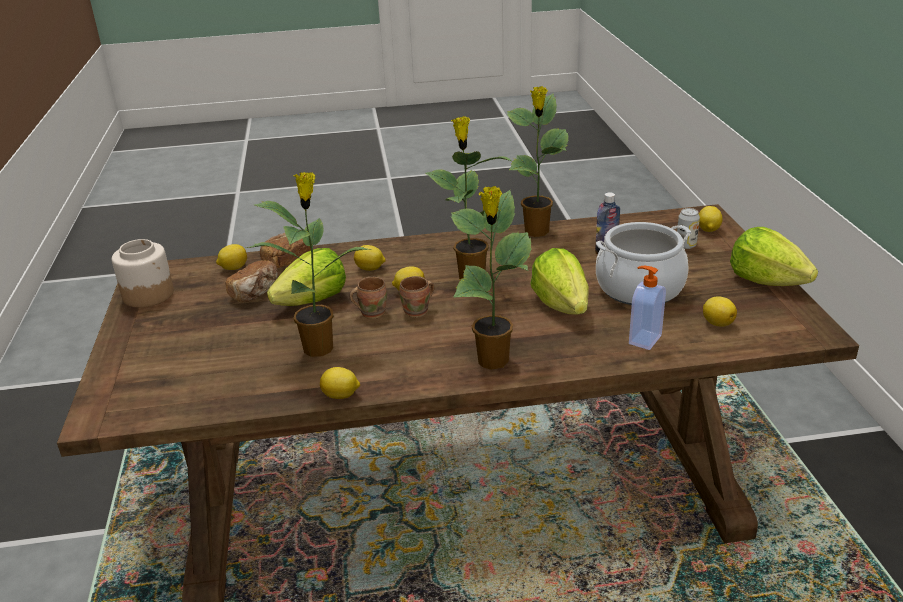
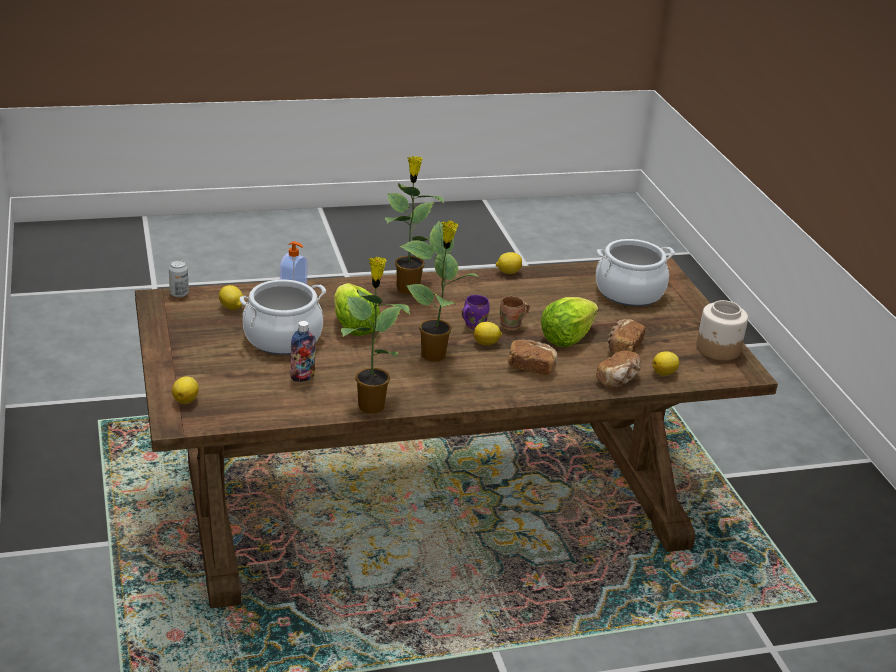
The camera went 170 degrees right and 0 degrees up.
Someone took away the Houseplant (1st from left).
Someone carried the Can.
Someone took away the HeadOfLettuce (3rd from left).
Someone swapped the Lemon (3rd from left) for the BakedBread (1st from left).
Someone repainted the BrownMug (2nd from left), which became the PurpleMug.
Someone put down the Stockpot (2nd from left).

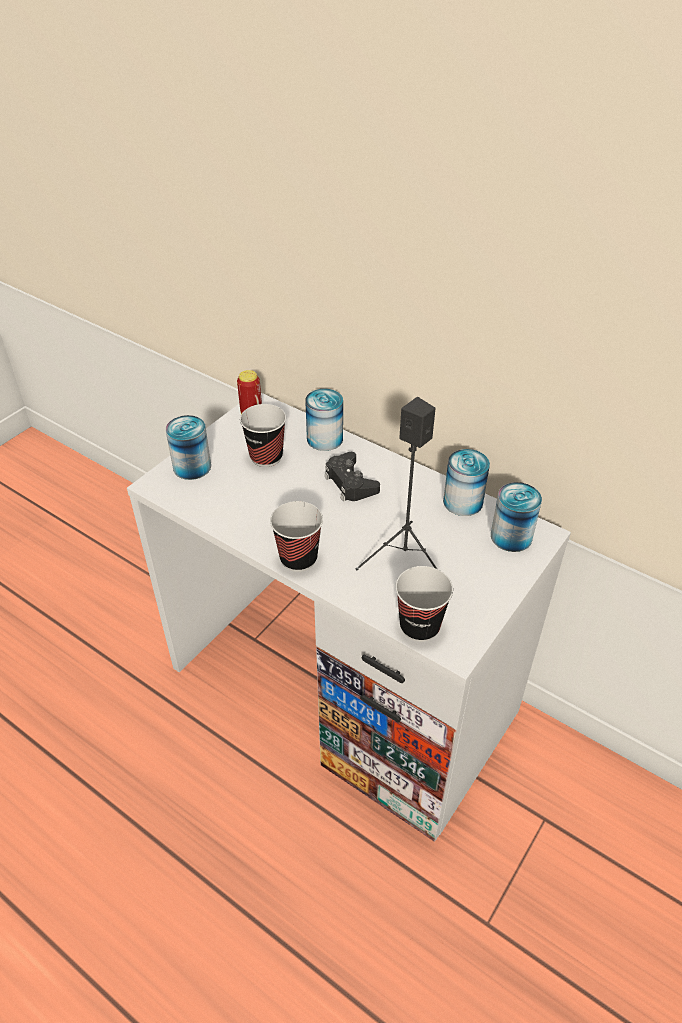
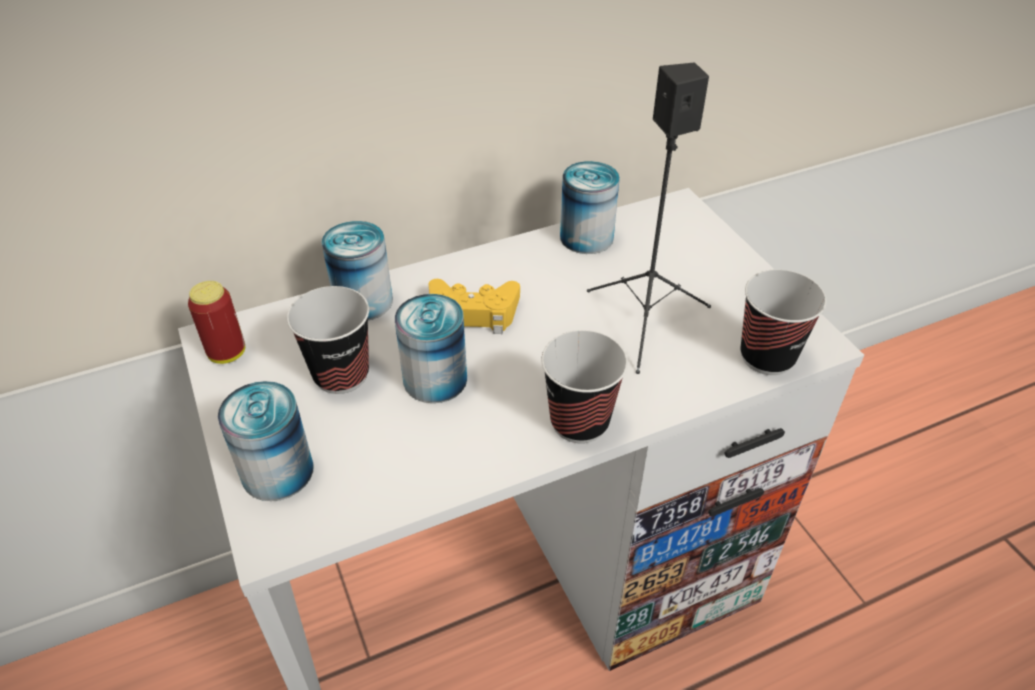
The camera went 60 degrees left and 0 degrees up.
Someone repainted the BlackishJoypad, which became the YellowishJoypad.
Someone carried the Can (5th from left in the first image).

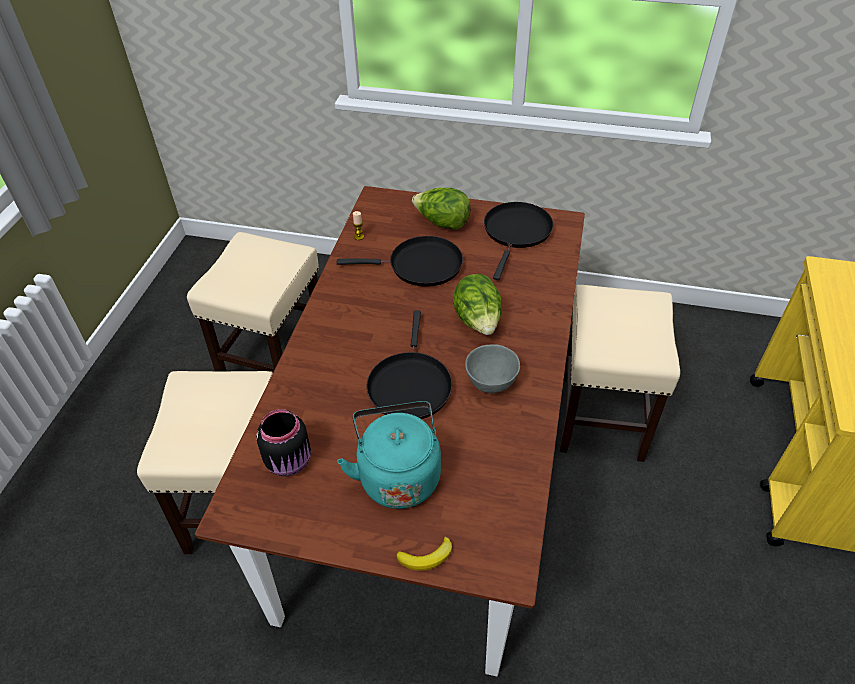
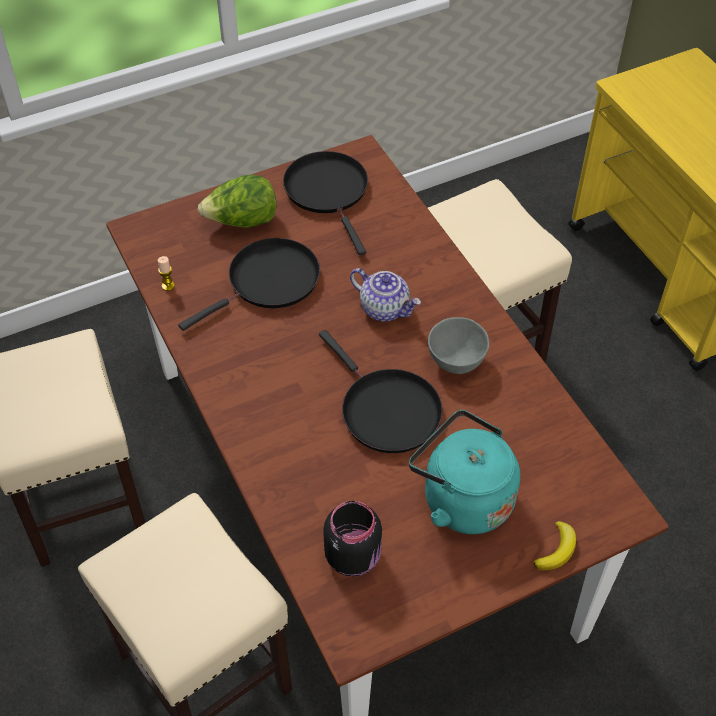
The camera went 40 degrees left and 5 degrees up.
Someone swapped the HeadOfLettuce (2nd from left) for the Teapot.

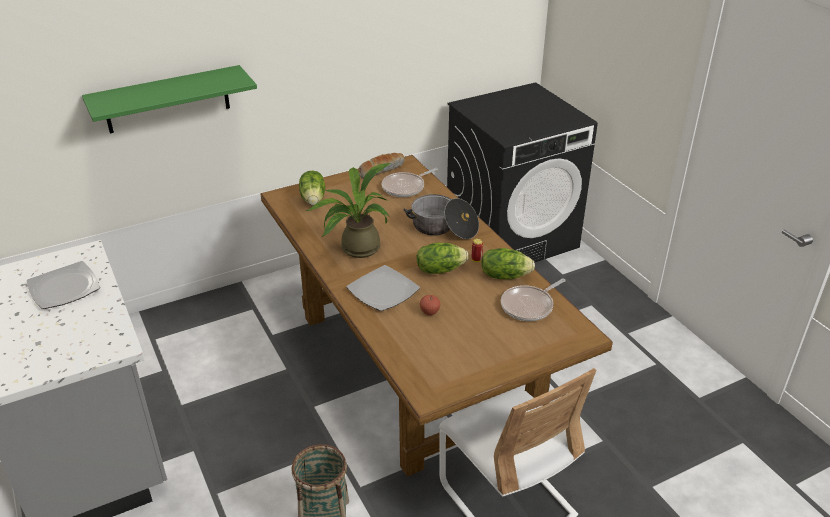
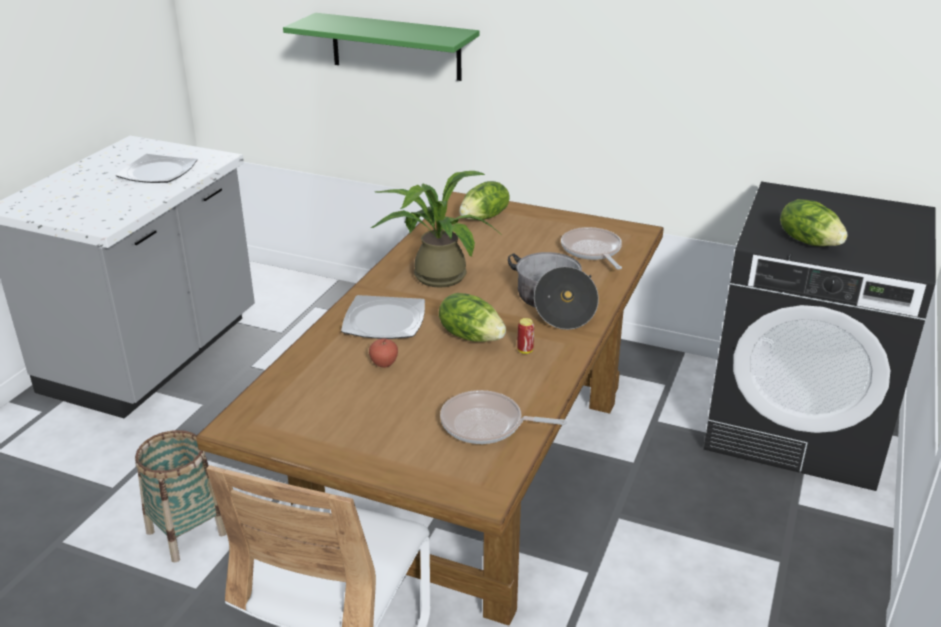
The camera went 50 degrees right and 5 degrees down.
Someone took away the BakedBread.
Someone rotated the Skillet (1st from left in the first image) by 60 degrees clockwise.
Someone carried the HeadOfLettuce (3rd from left).

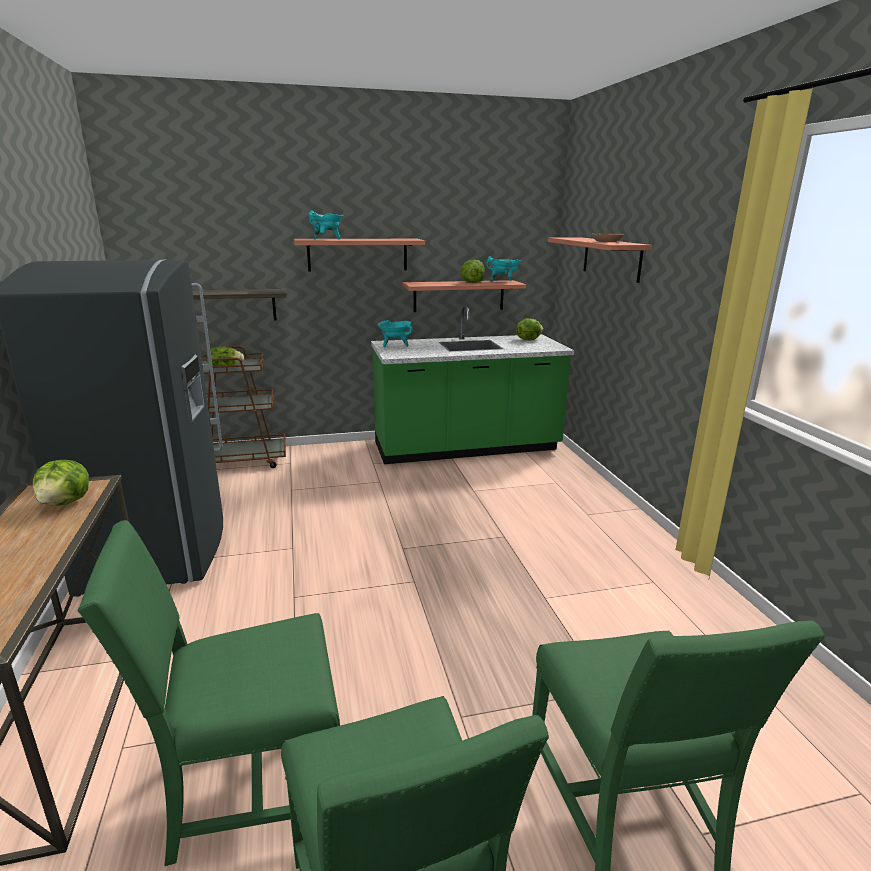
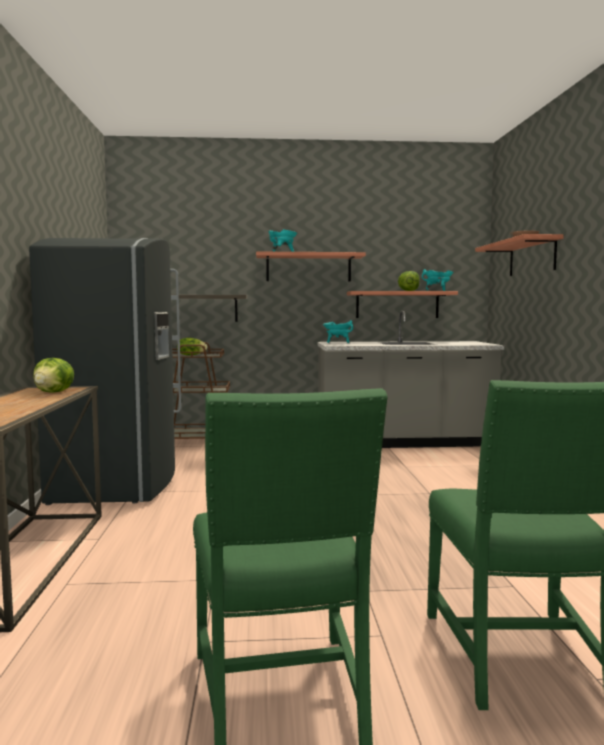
The camera went 10 degrees right and 15 degrees down.
Someone repainted the GreenColouredKitchenCounter, which became the GreyKitchenCounter.
Someone took away the HeadOfLettuce (4th from left).
Someone took away the GreenColouredPlainChair (1st from left).

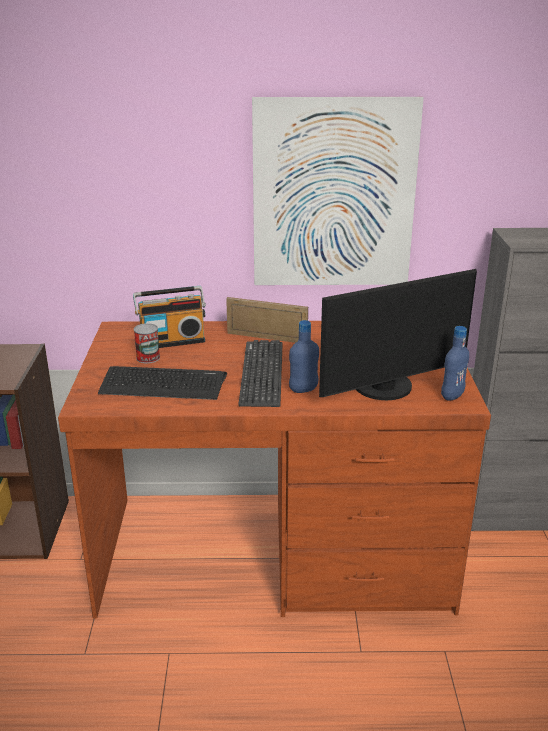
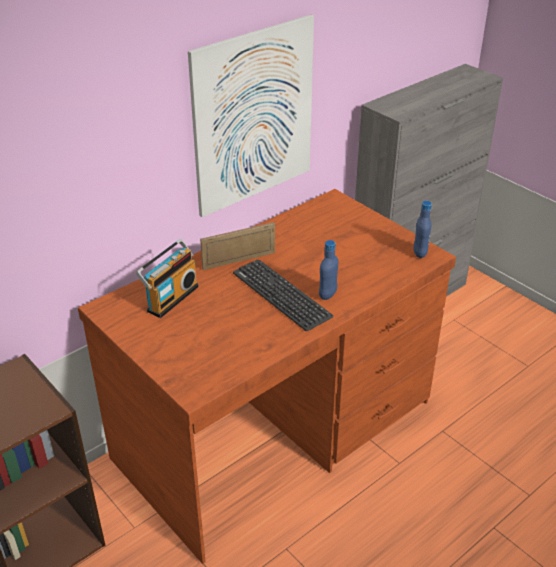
The camera went 40 degrees left and 10 degrees up.
Someone took away the ComputerScreen.
Someone took away the Can.
Someone took away the Keyboard (1st from left).

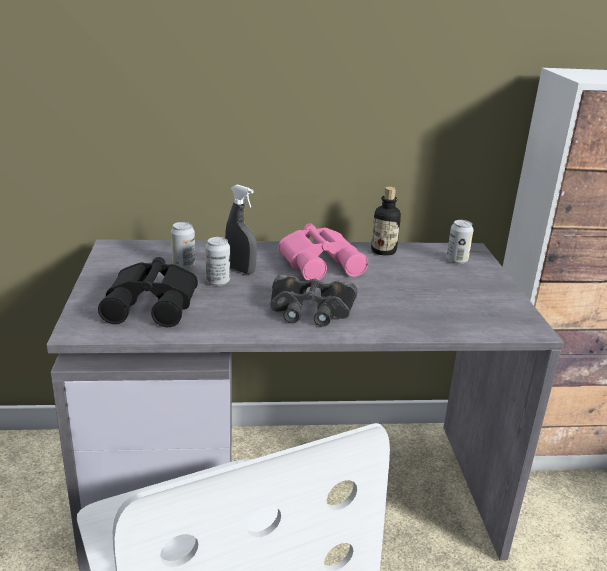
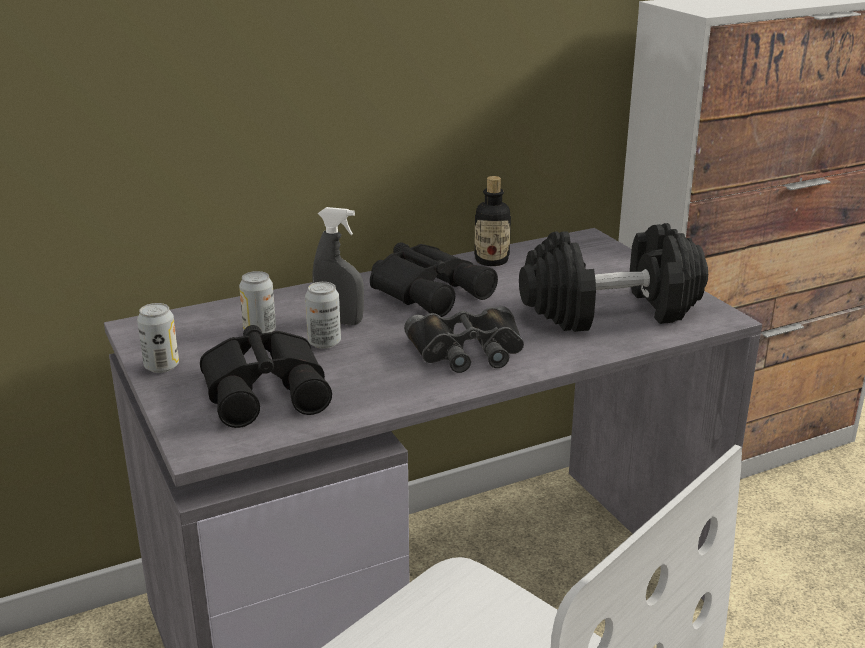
The camera went 20 degrees left and 0 degrees up.
Someone carried the Can (3rd from left in the first image).
Someone repainted the PinkishBinoculars, which became the BlackishBinoculars (2nd from left).
Someone put down the BlackishHandWeight.

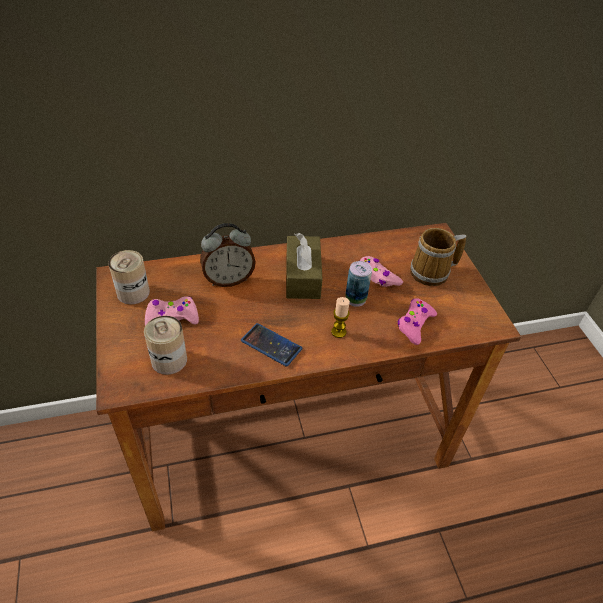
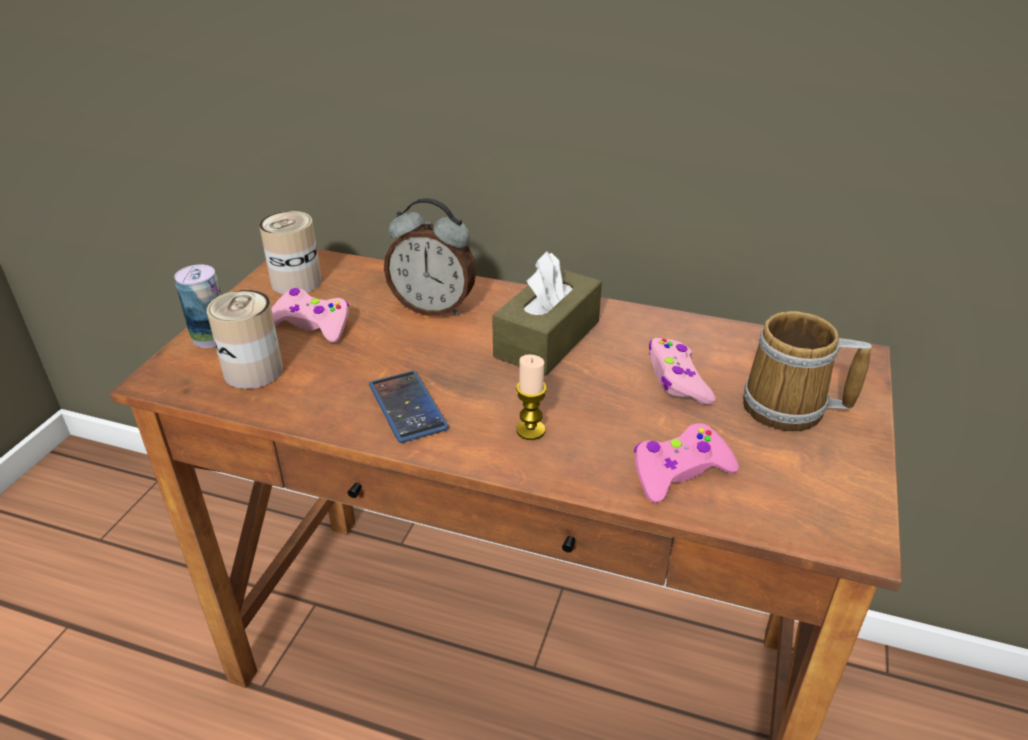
The camera went 35 degrees right and 10 degrees down.
Someone carried the Can (3rd from left in the first image).

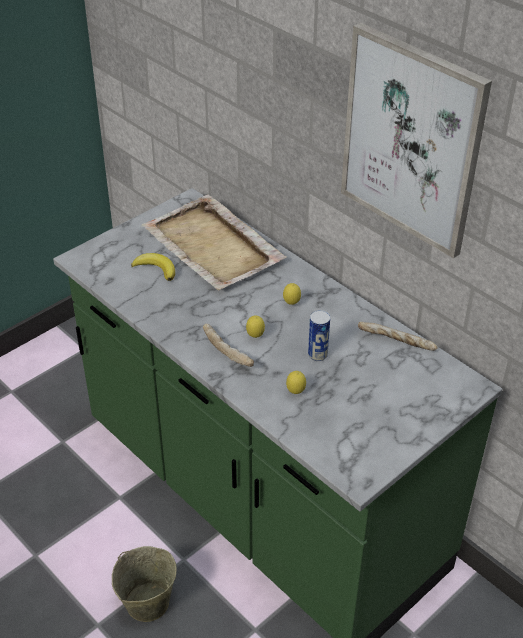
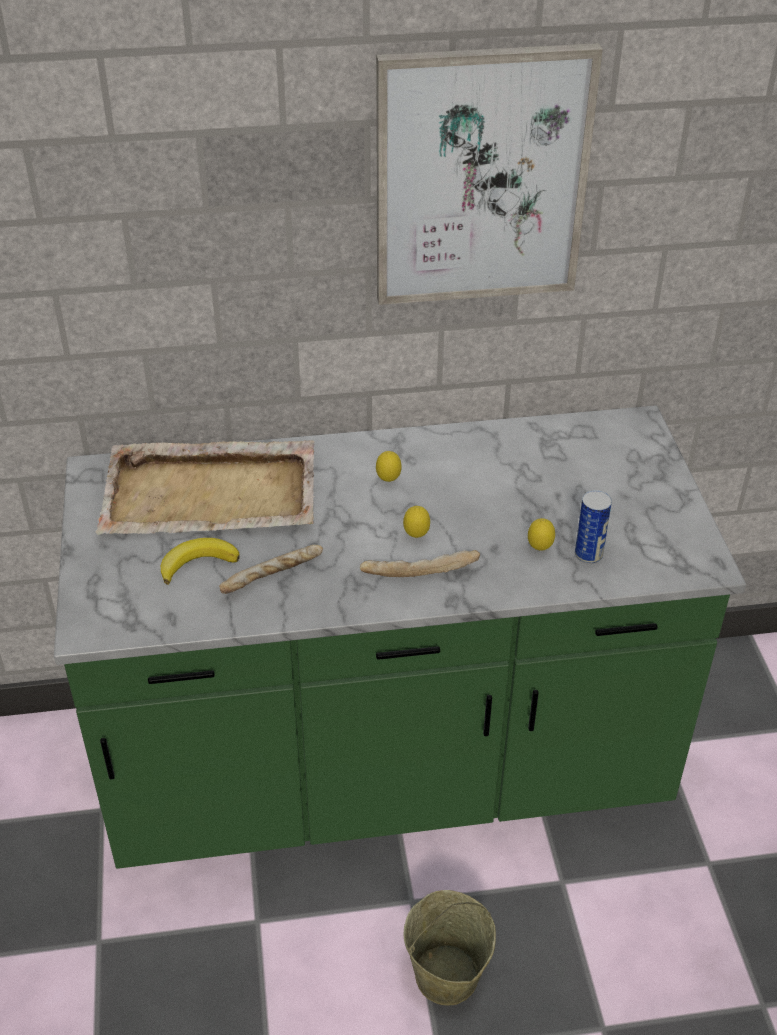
The camera went 55 degrees left and 0 degrees up.
Someone carried the Can.
Someone carried the BakedBread (2nd from left in the first image).

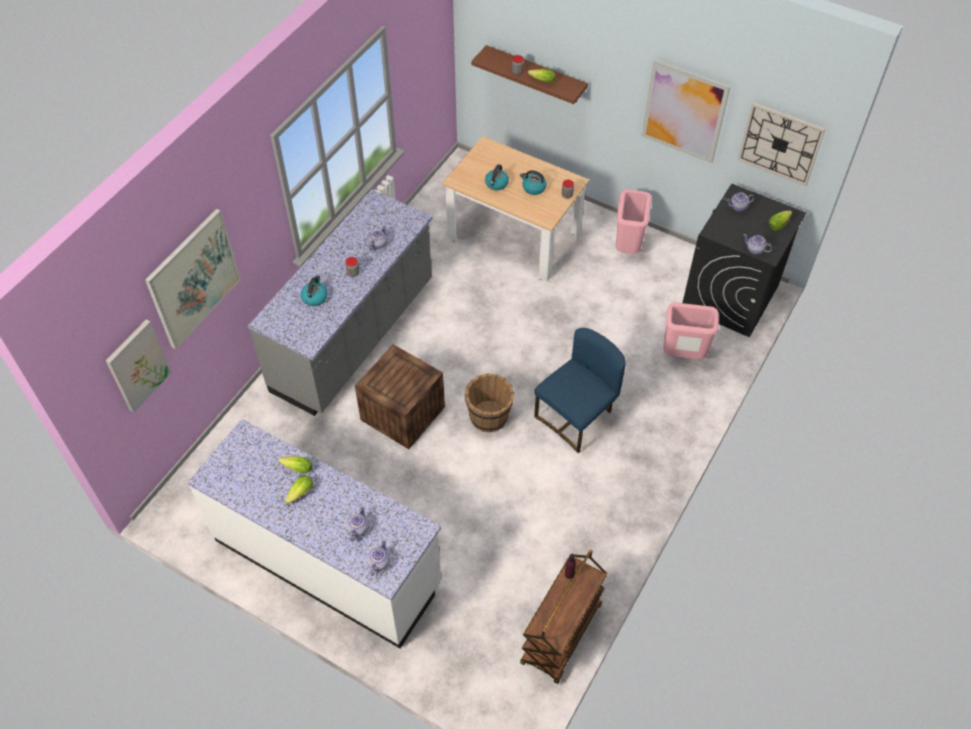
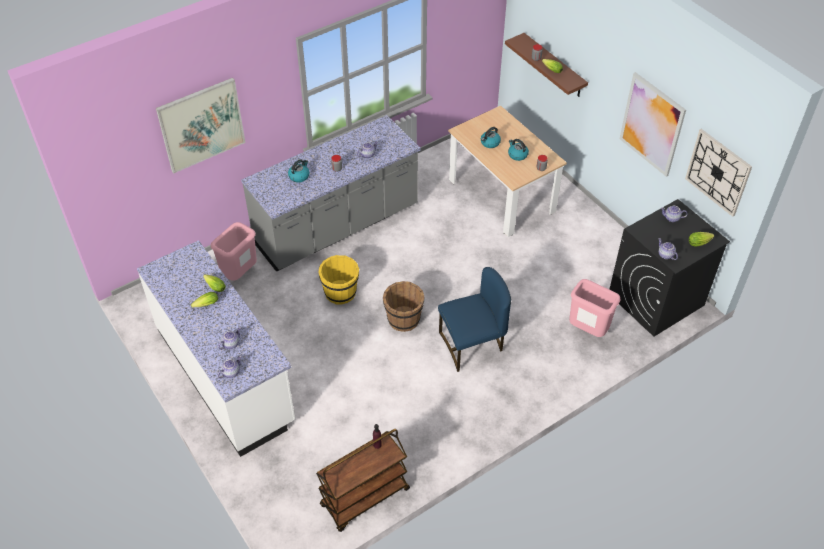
The camera went 25 degrees right and 5 degrees down.
Someone carried the PinkishTrashCan (1st from left).
Someone took away the Picture (1st from left).
Someone swapped the ShippingCrate for the YellowishPail.

